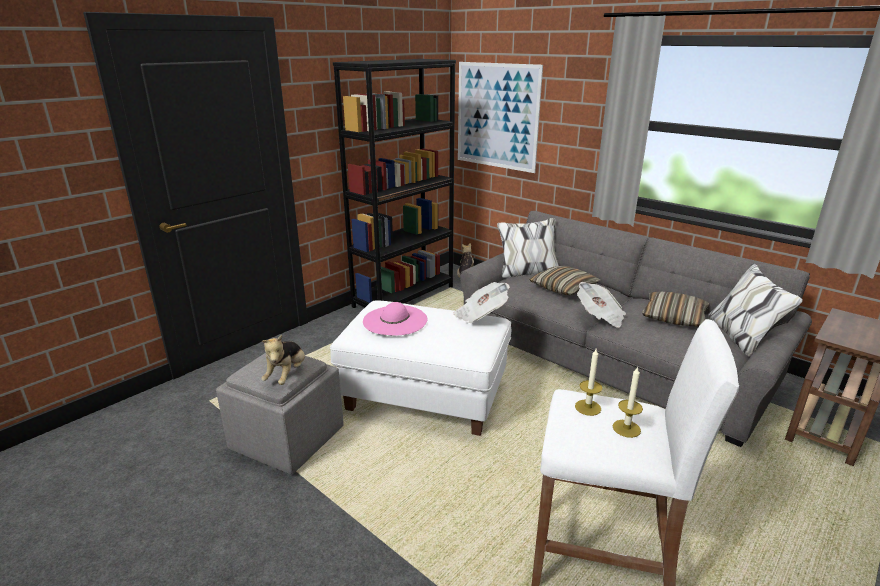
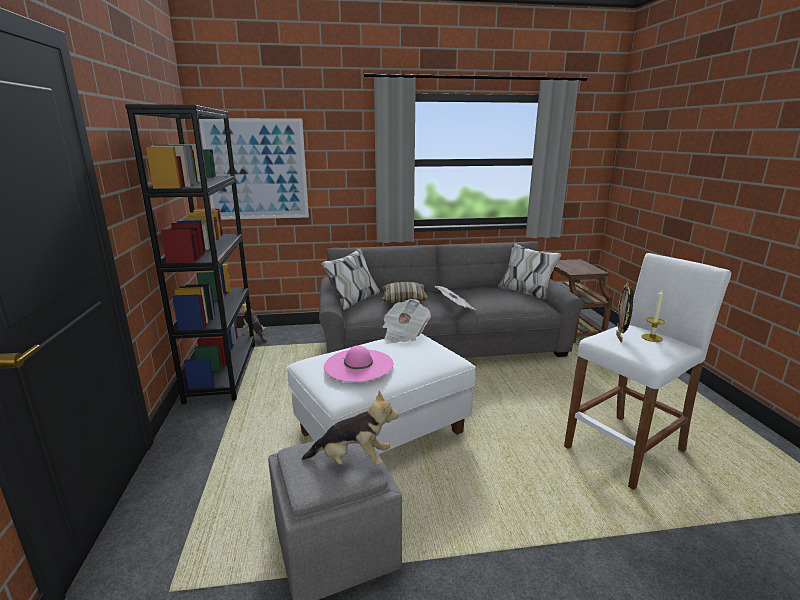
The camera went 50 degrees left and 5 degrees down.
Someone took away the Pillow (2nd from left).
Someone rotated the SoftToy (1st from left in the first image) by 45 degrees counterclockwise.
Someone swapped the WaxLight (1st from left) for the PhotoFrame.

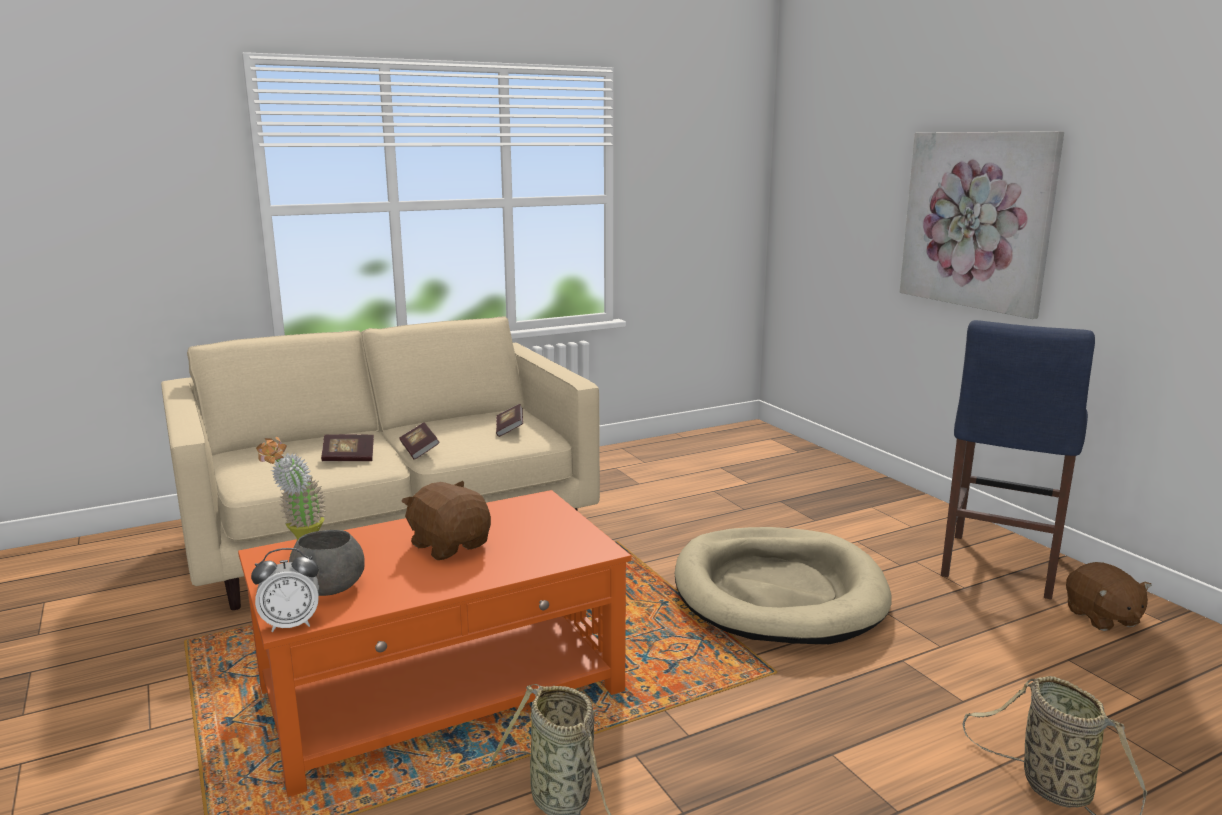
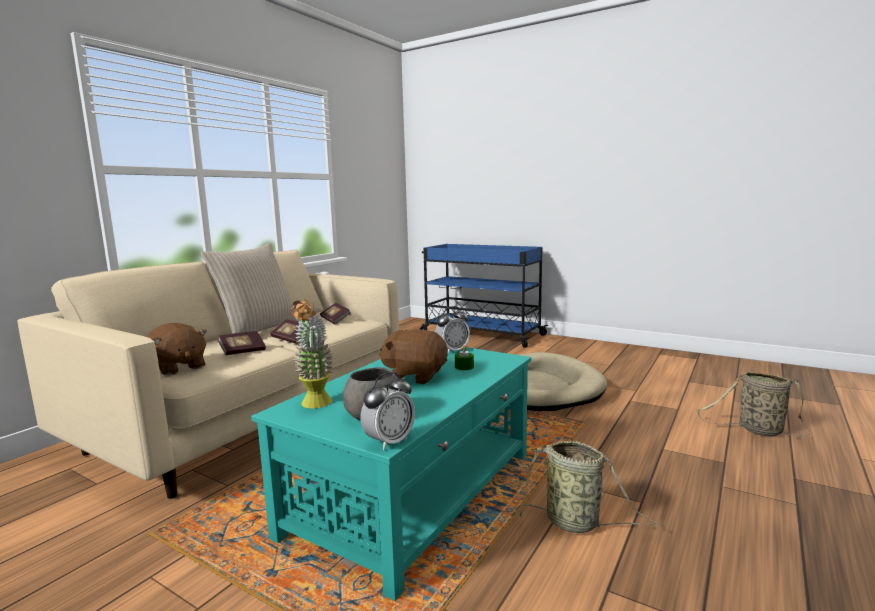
The camera went 30 degrees left and 5 degrees down.
Someone took away the Picture.
Someone took away the BlueSittingStool.
Someone repainted the OrangeyCoffeeTable, which became the TurquoiseCoffeeTable.
Someone carried the BrownSoftToy (2nd from left in the first image).
Someone put down the SandColouredPillow.
Someone put down the BlueWheeledCart.
Someone put down the TableClock (2nd from left).
Someone put down the GreenColouredWaxLight.

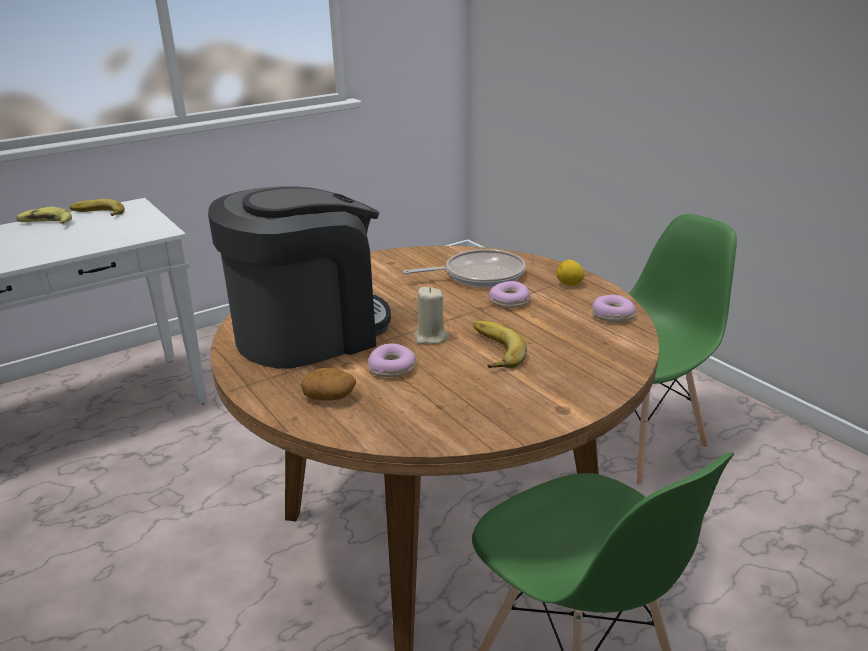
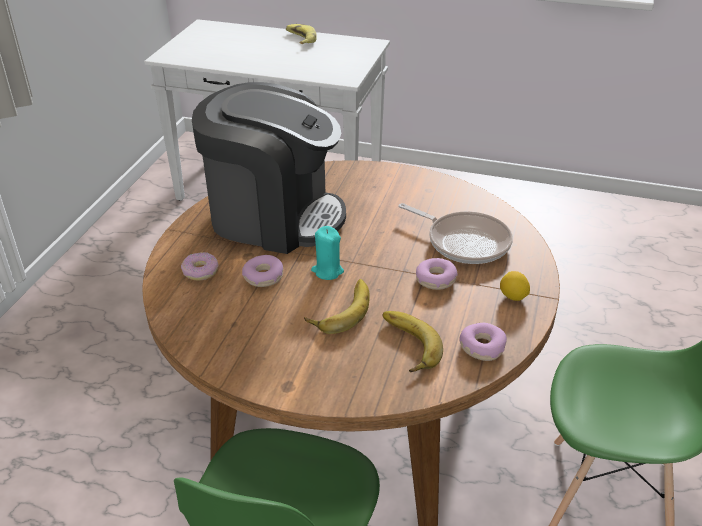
The camera went 50 degrees right and 10 degrees up.
Someone carried the BananaFruit (2nd from left in the first image).
Someone repainted the SandColouredWaxLight, which became the TurquoiseWaxLight.
Someone swapped the Potato for the Donut (1st from left).

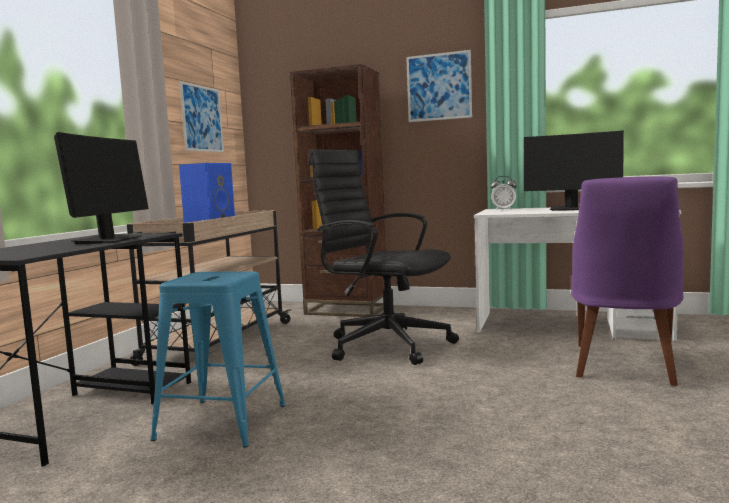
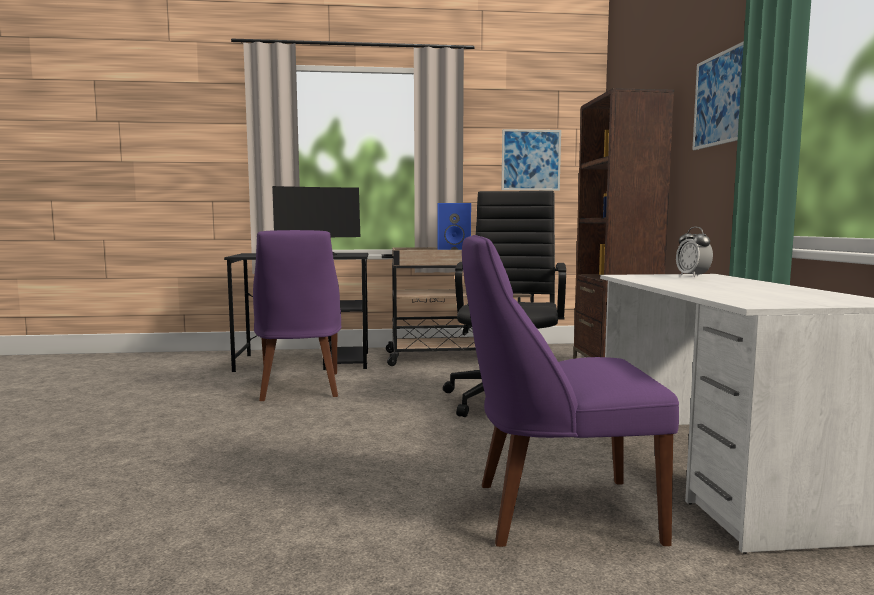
The camera went 65 degrees right and 0 degrees up.
Someone took away the ComputerScreen (2nd from left).
Someone swapped the BlueSittingStool for the PurplePlainChair (1st from left).

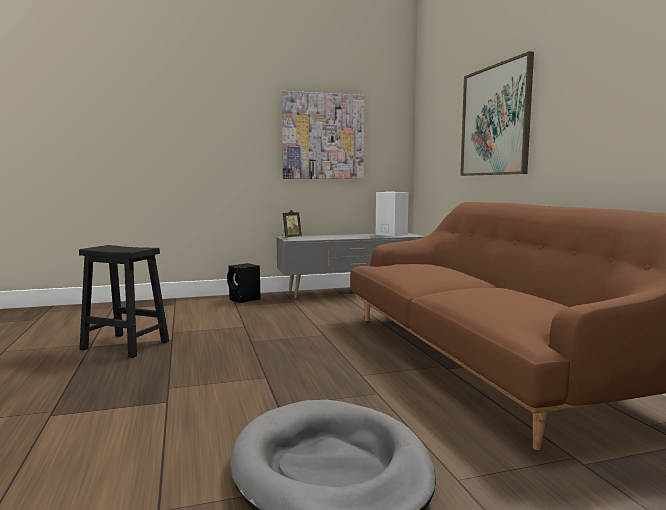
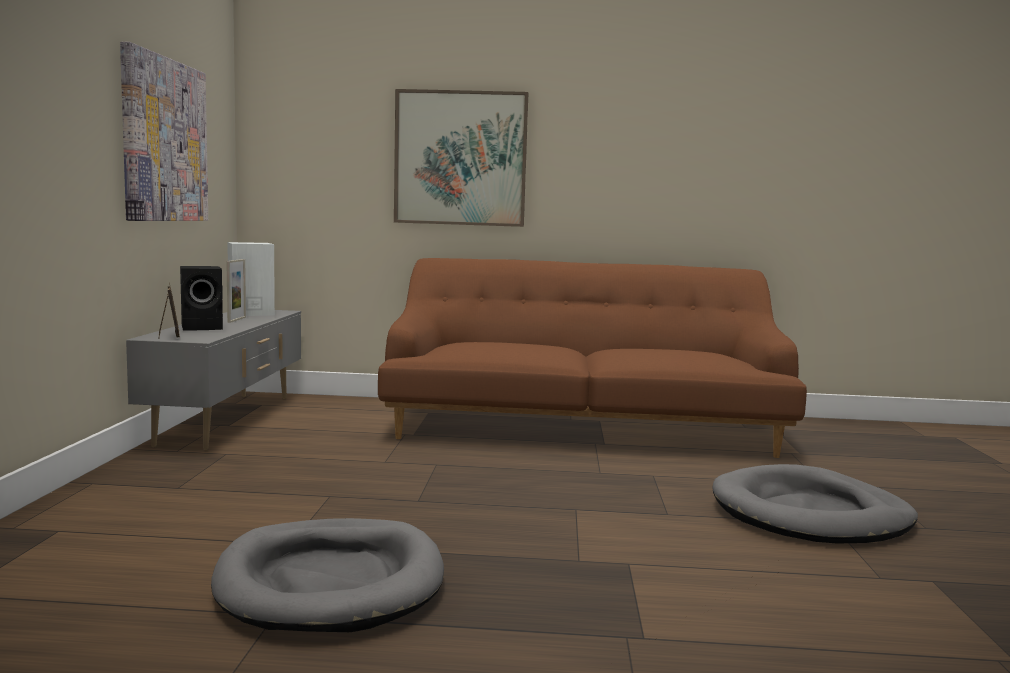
The camera went 70 degrees left and 0 degrees up.
Someone swapped the BlackishSittingStool for the GreyPetBed (1st from left).
Someone carried the BlackishAudioSpeaker.
Someone put down the PhotoFrame (2nd from left).

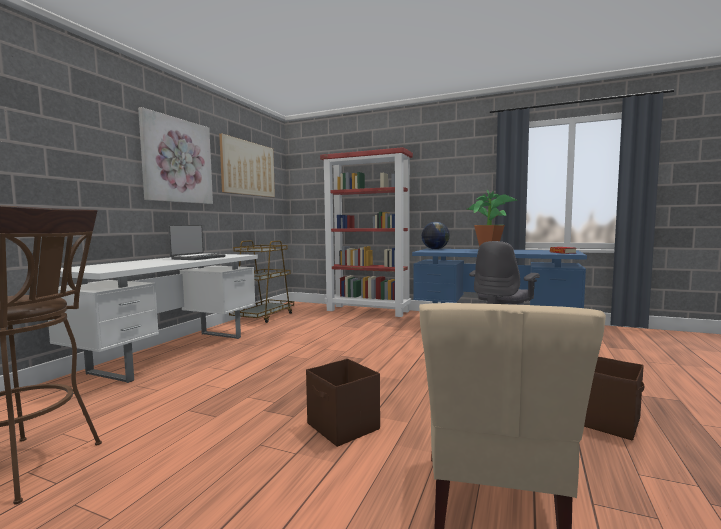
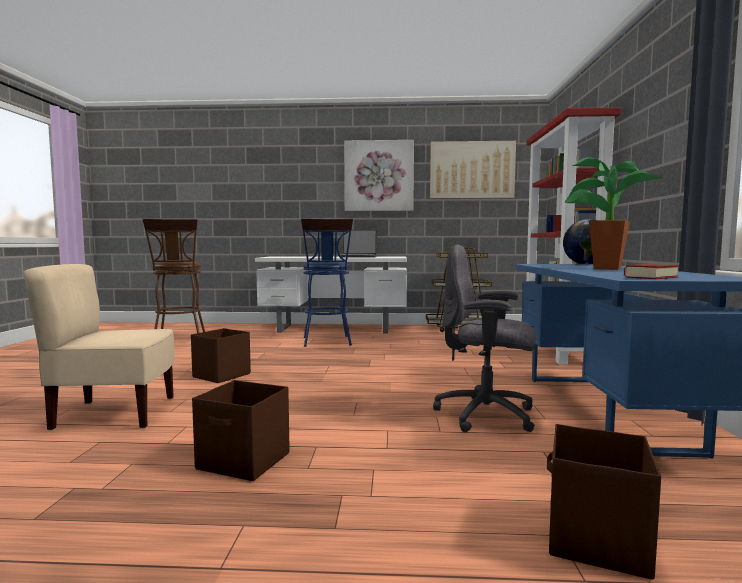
The camera went 70 degrees right and 0 degrees up.
Someone put down the BlueSittingStool.
Someone put down the BrownStorageContainer (3rd from left).

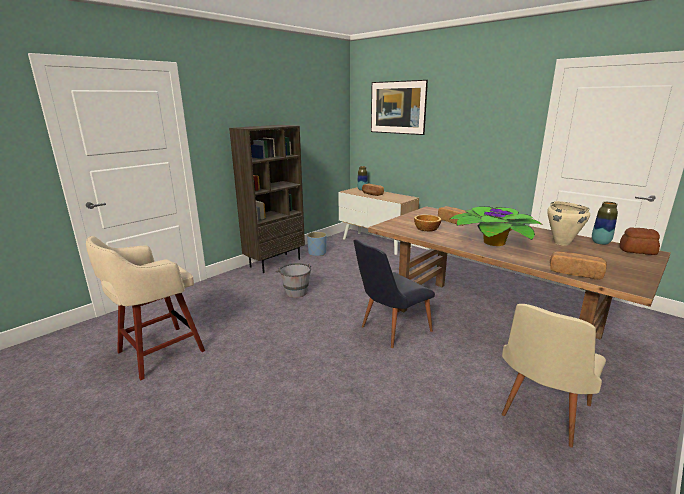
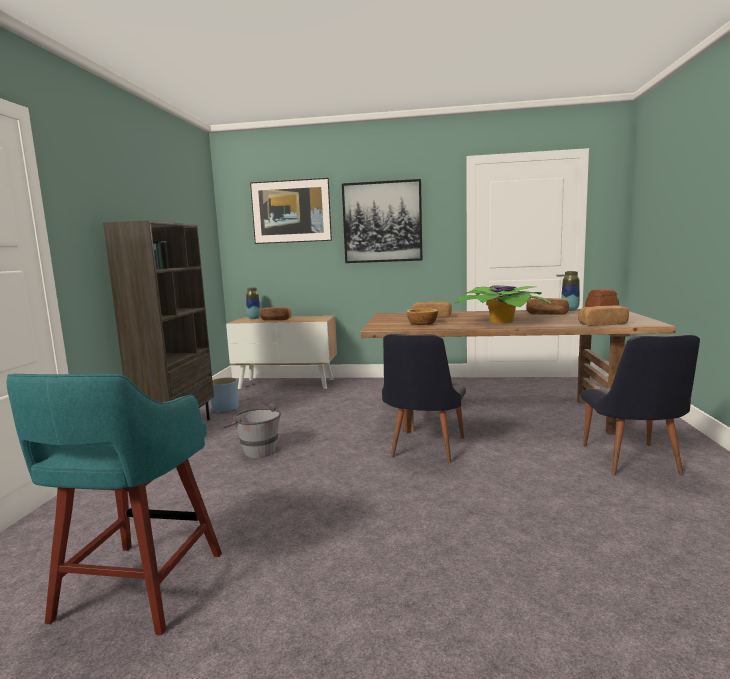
The camera went 35 degrees left and 10 degrees down.
Someone swapped the SandColouredStockpot for the BakedBread (3rd from left).
Someone repainted the SandColouredSittingStool, which became the TurquoiseSittingStool.
Someone repainted the SandColouredPlainChair, which became the BlackishPlainChair (2nd from left).
Someone put up the Picture (2nd from left).

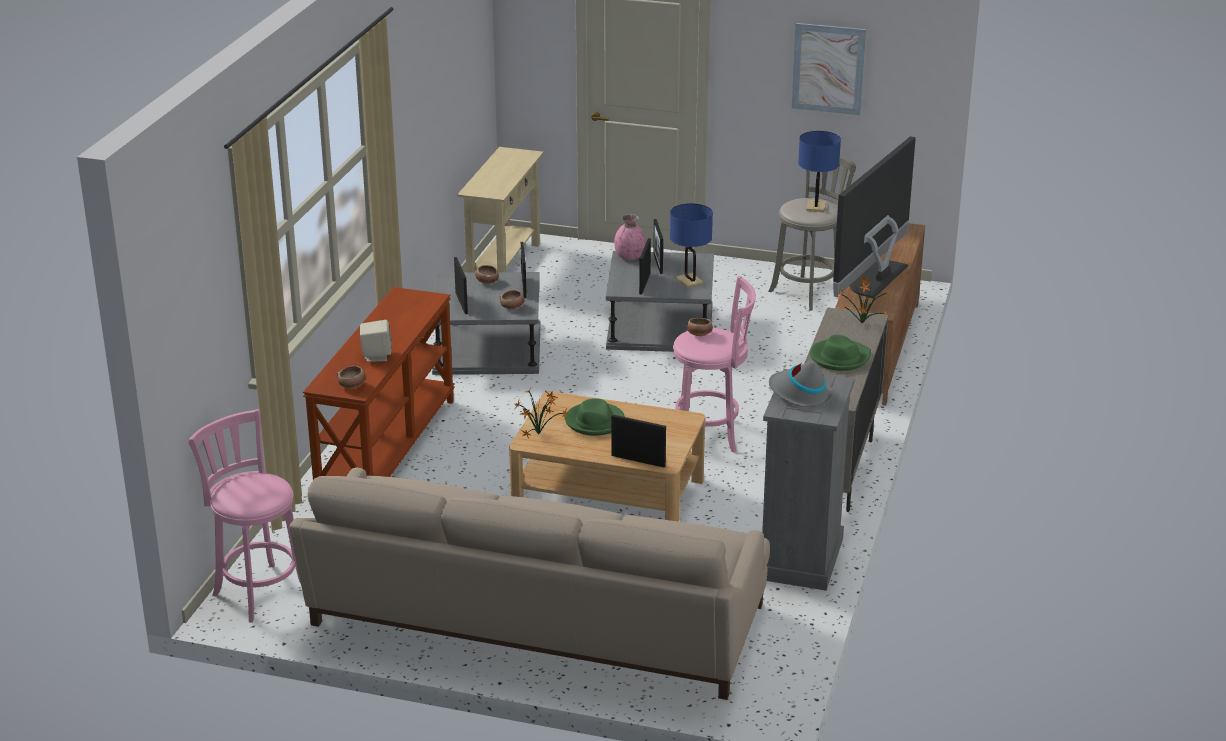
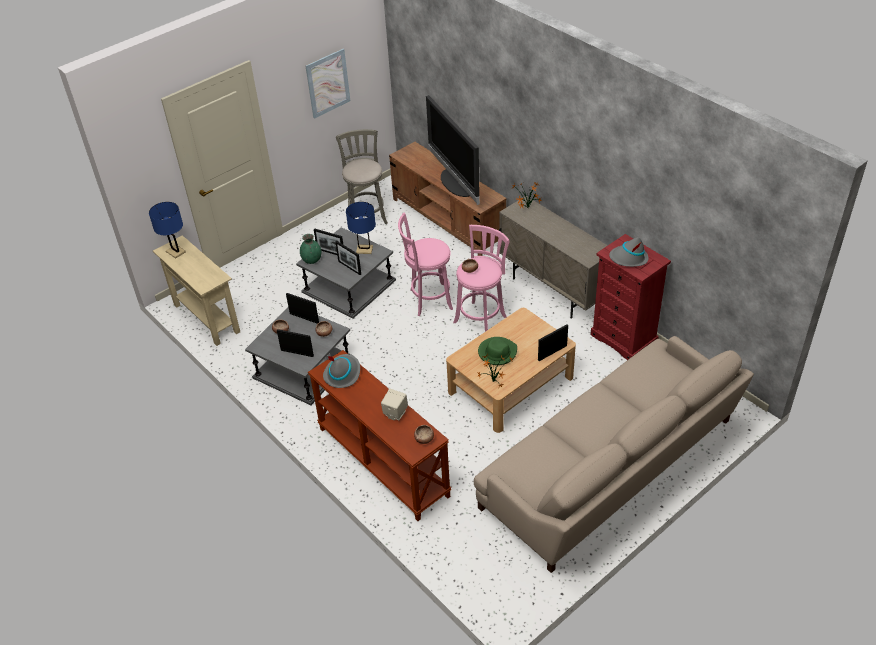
The camera went 55 degrees left and 15 degrees up.
Someone carried the BlueTabletopLamp (2nd from left in the first image).
Someone repainted the PinkishFlowerVase, which became the GreenColouredFlowerVase.
Someone took away the GreenColouredClothingHat (2nd from left).
Someone repainted the GreyChestOfDrawers, which became the RedChestOfDrawers.
Someone carried the PinkishSittingStool (1st from left).
Someone put down the GreyClothingHat (1st from left).

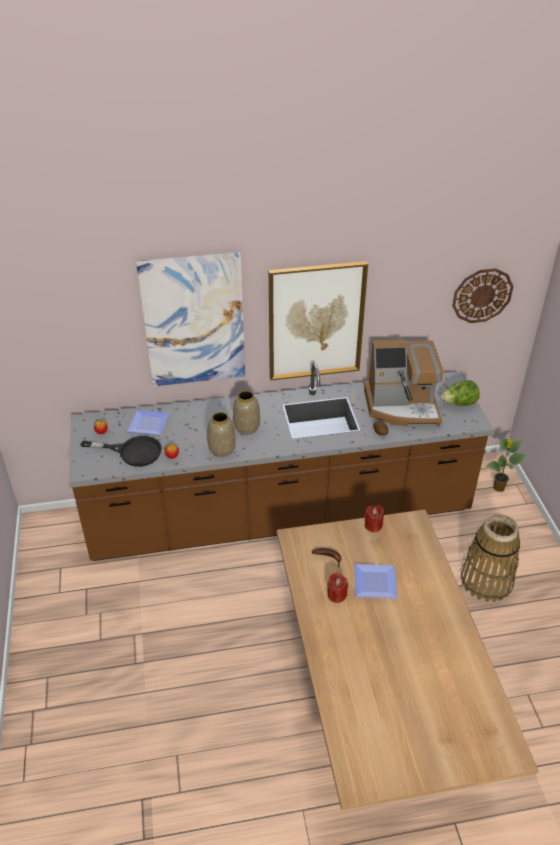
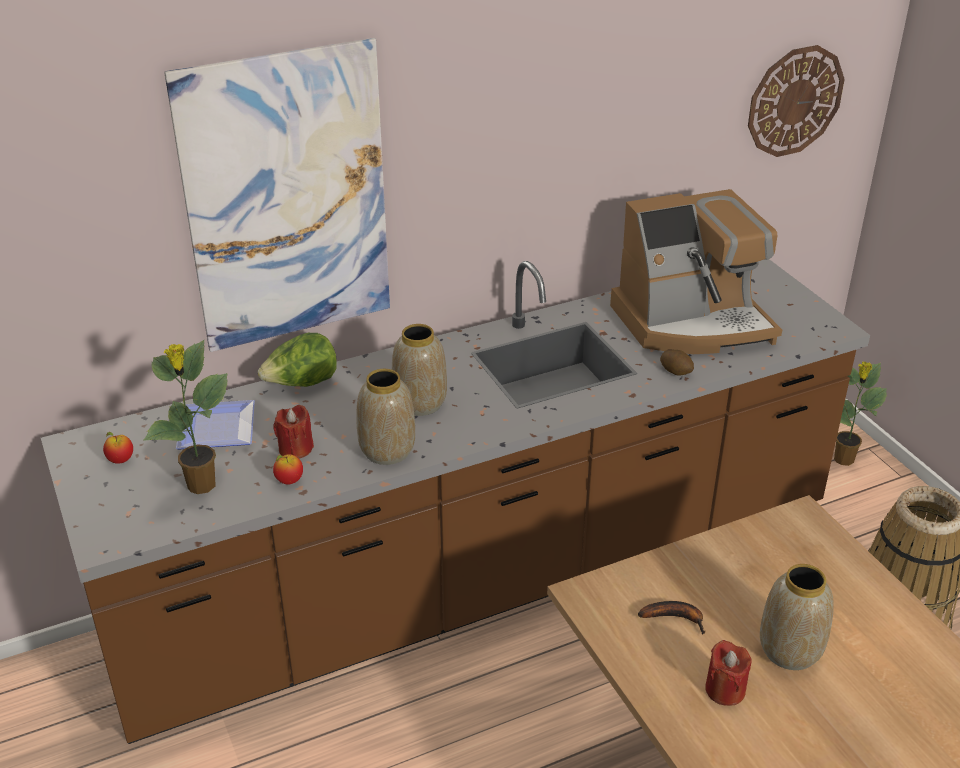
The camera went 15 degrees left and 5 degrees down.
Someone took away the Picture (2nd from left).
Someone carried the HeadOfLettuce.
Someone swapped the BlackishSkillet for the Houseplant (1st from left).
Someone carried the RedWaxLight (2nd from left in the first image).
Someone swapped the Plate (2nd from left) for the FlowerVase (3rd from left).

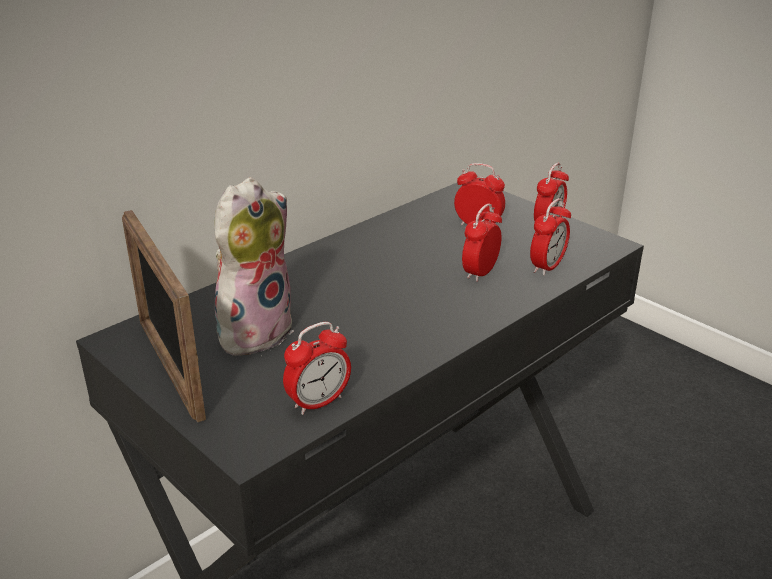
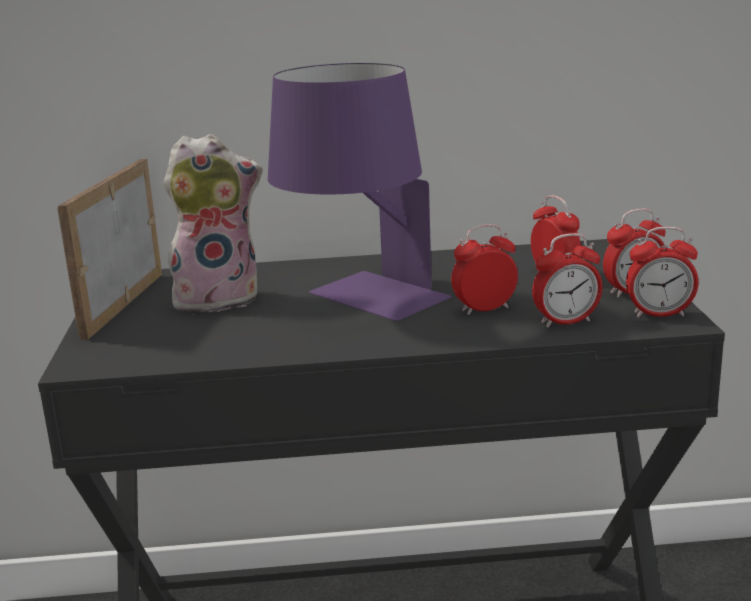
The camera went 40 degrees right and 10 degrees down.
Someone carried the TableClock (1st from left in the first image).
Someone put down the PurpleTabletopLamp.

